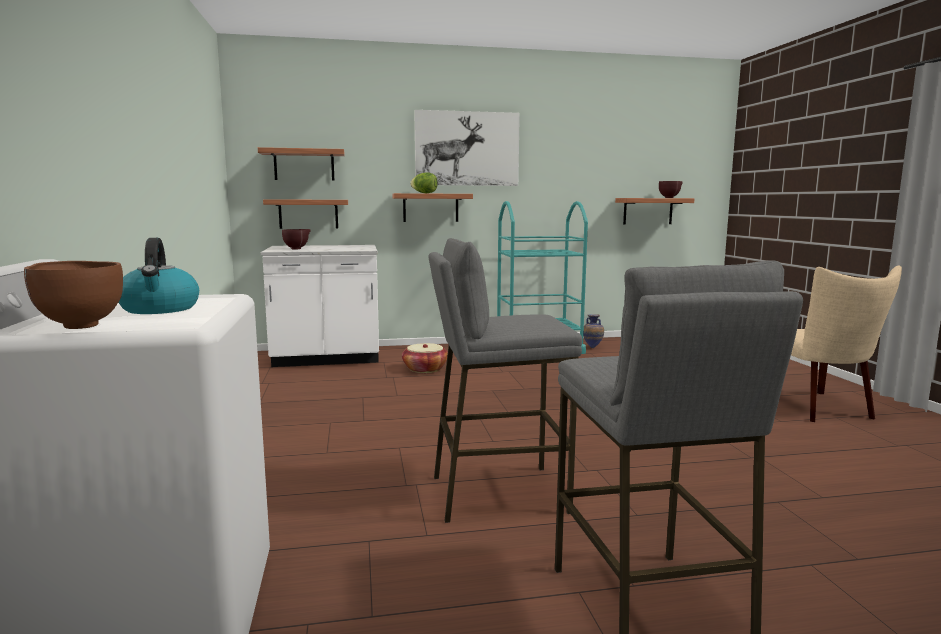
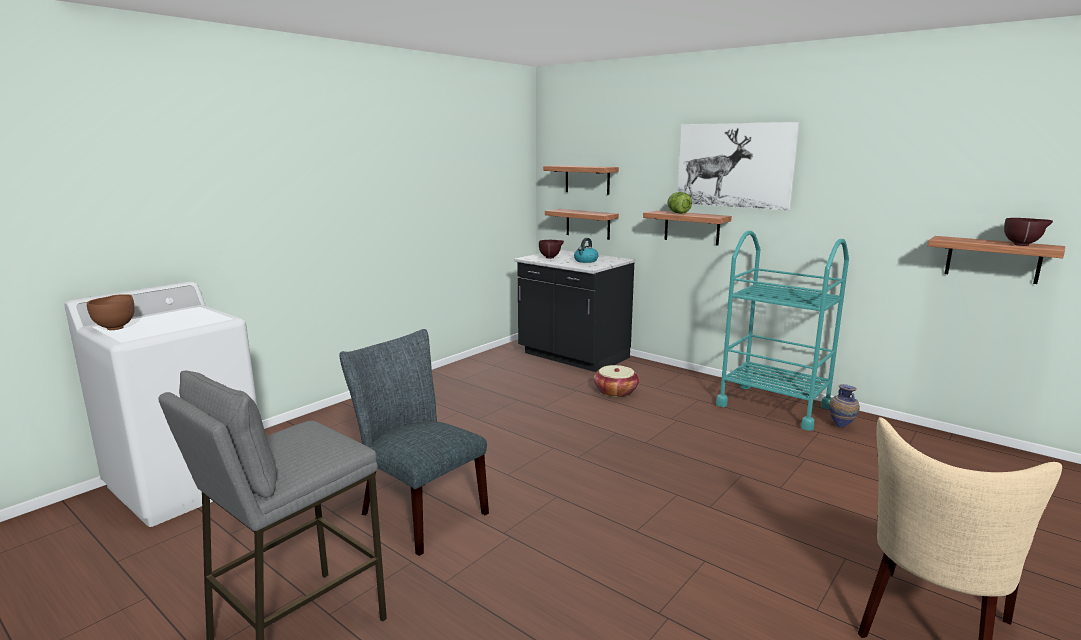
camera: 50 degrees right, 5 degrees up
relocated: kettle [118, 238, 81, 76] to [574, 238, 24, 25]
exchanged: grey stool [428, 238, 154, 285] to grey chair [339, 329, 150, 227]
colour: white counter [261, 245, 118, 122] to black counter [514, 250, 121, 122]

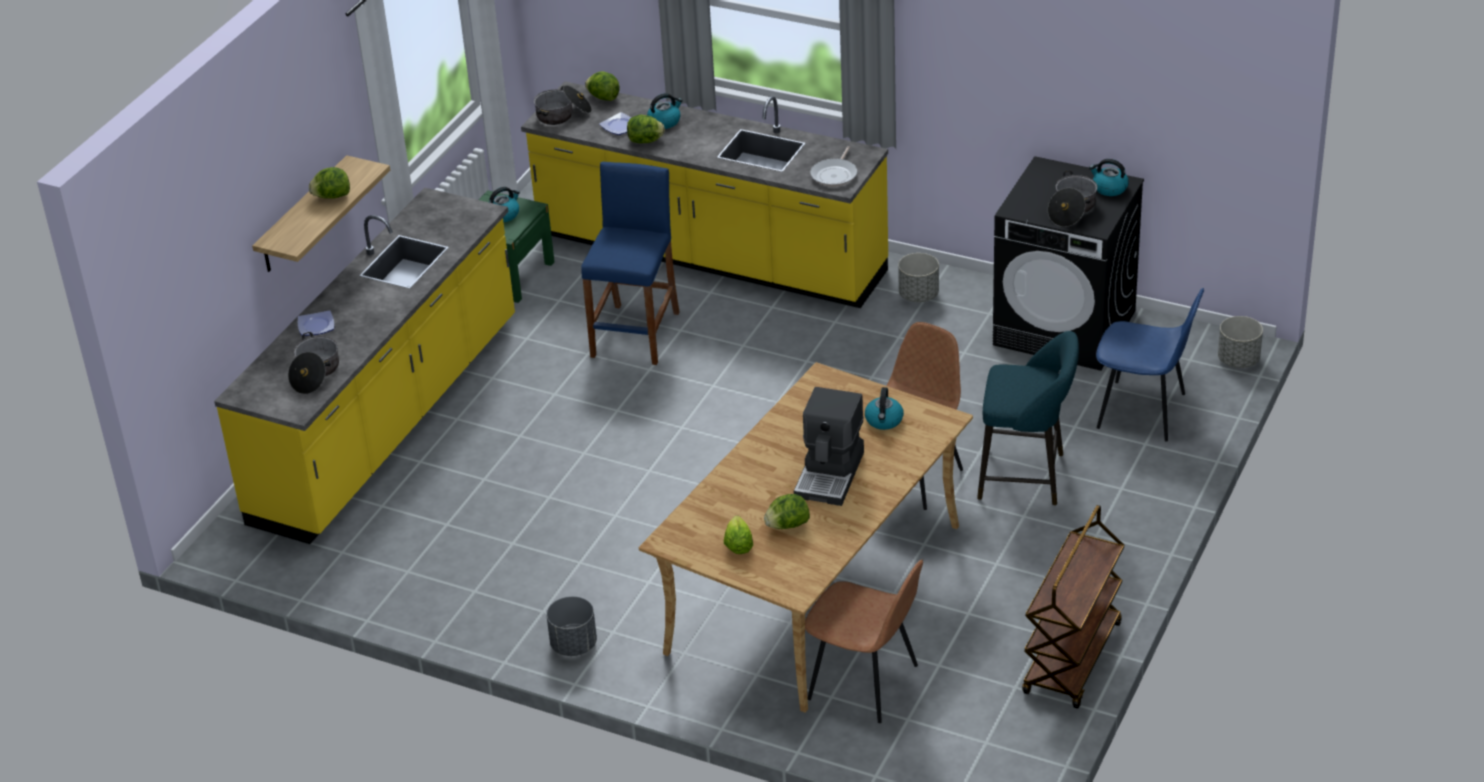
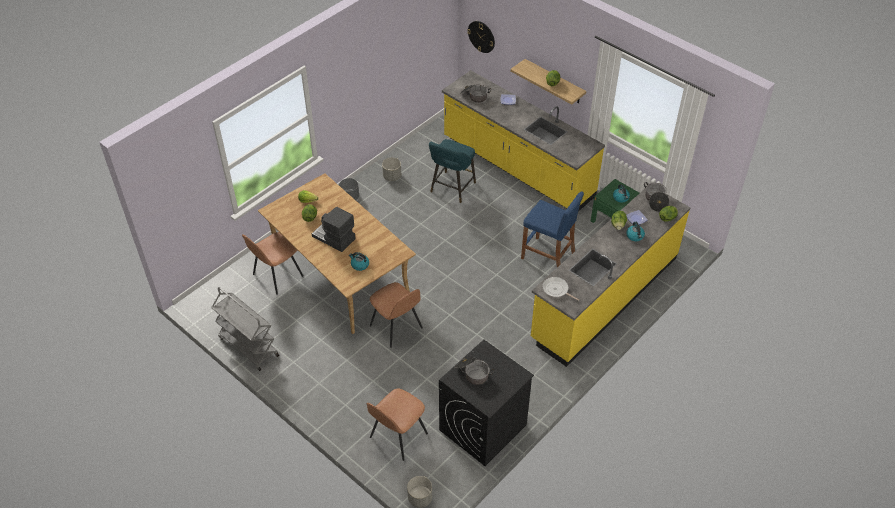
camera: 105 degrees right, 10 degrees up
missing: kettle [1089, 159, 40, 37]
appeared: wall clock [467, 21, 28, 32]
relocated: grey planter [898, 253, 41, 49] to [382, 157, 19, 24]; turquoise stool [977, 331, 102, 175] to [429, 139, 47, 64]
colour: brown cart [1022, 505, 103, 204] to grey cart [211, 287, 68, 84]; blue chair [1096, 288, 108, 154] to brown chair [367, 388, 61, 73]

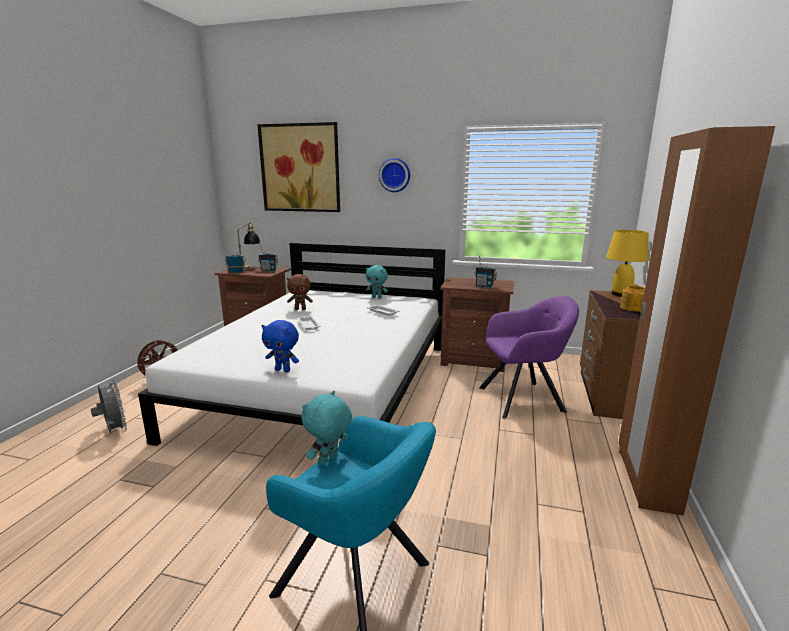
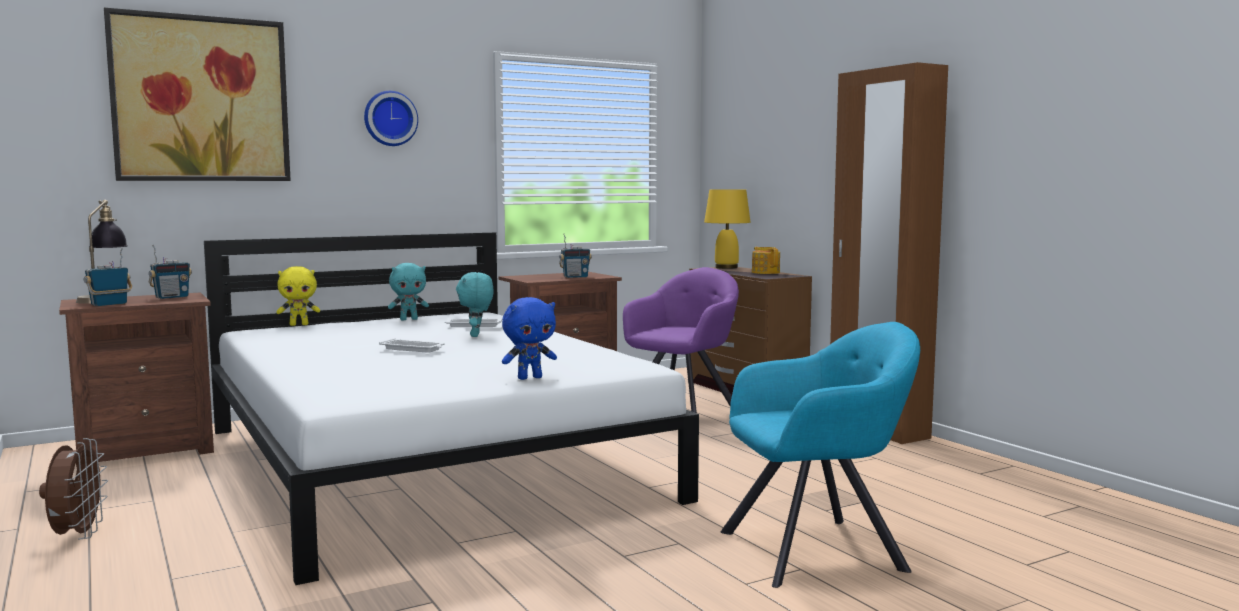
camera: 45 degrees left, 10 degrees down
missing: grey fan [91, 379, 36, 54]; brown plush toy [287, 274, 26, 36]
appeared: yellow plush toy [276, 266, 44, 60]
relocated: turquoise plush toy [301, 391, 51, 74] to [456, 272, 38, 65]

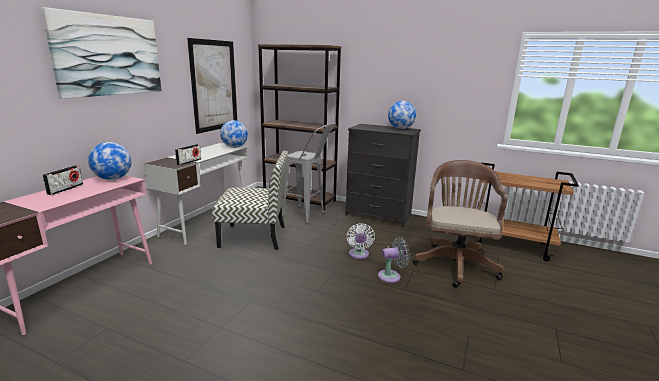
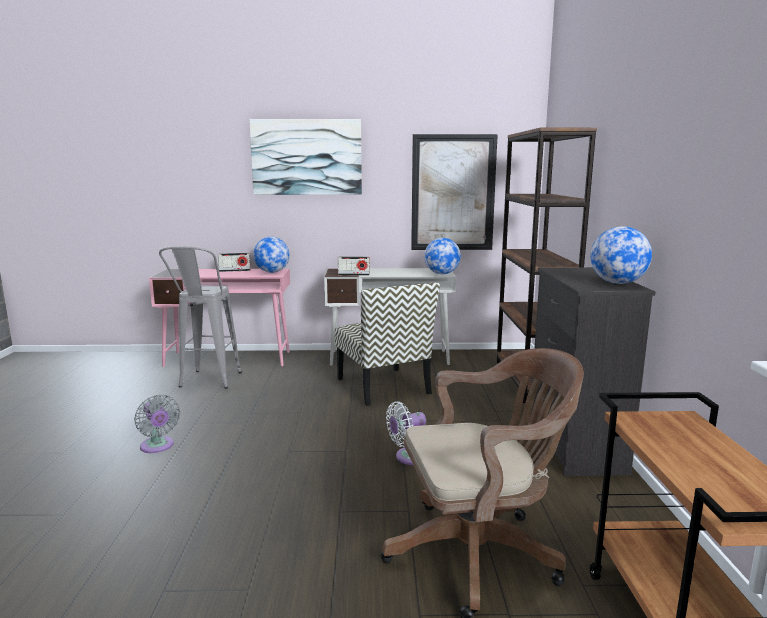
camera: 65 degrees right, 5 degrees down
relocated: grey fan [378, 237, 32, 46] to [134, 394, 46, 59]; grey stool [282, 123, 53, 101] to [159, 246, 83, 143]

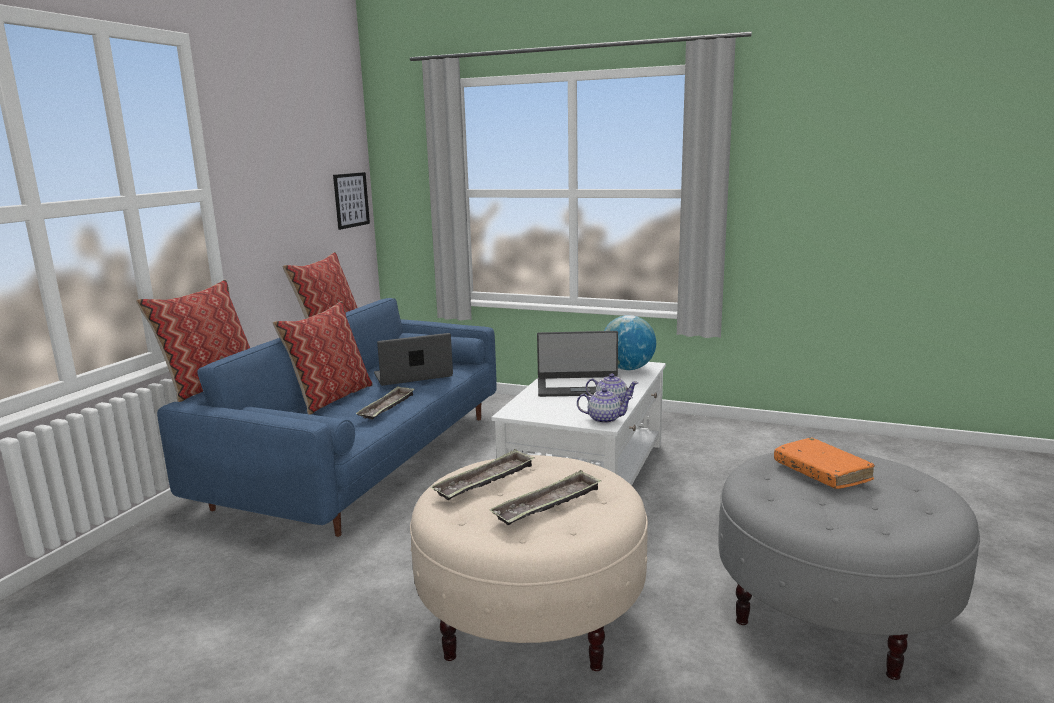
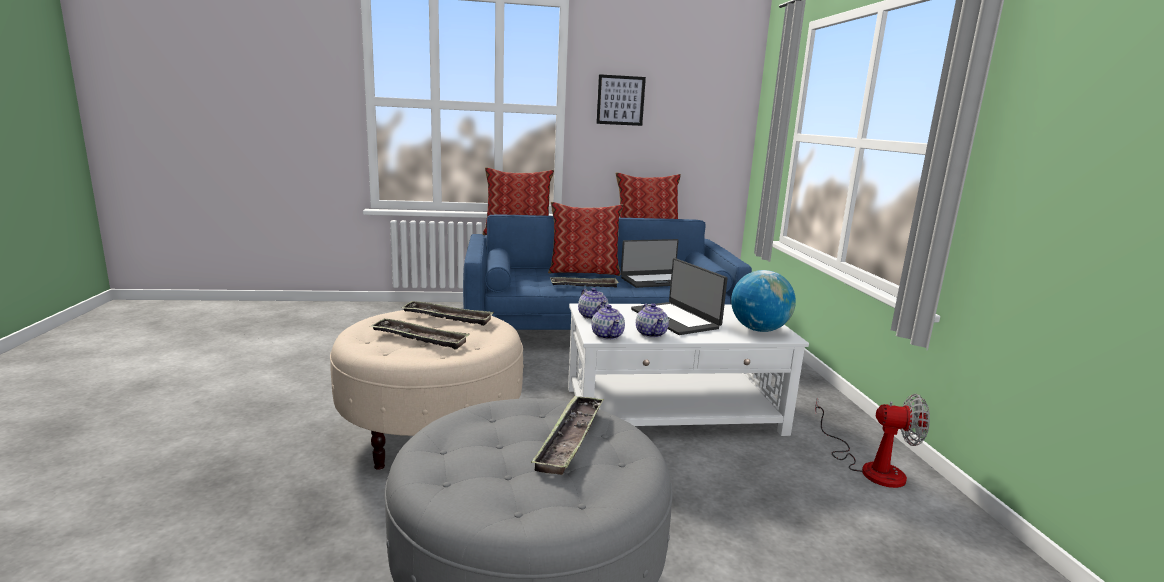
camera: 60 degrees right, 0 degrees up
appeared: teapot [578, 288, 31, 32]; fan [815, 394, 115, 94]
relocated: picture [333, 172, 37, 58] to [596, 74, 50, 52]
exchanged: orange book [774, 438, 101, 51] to tray [531, 395, 73, 80]
spun: laptop [374, 333, 79, 53] = [621, 239, 58, 49] 120 degrees clockwise

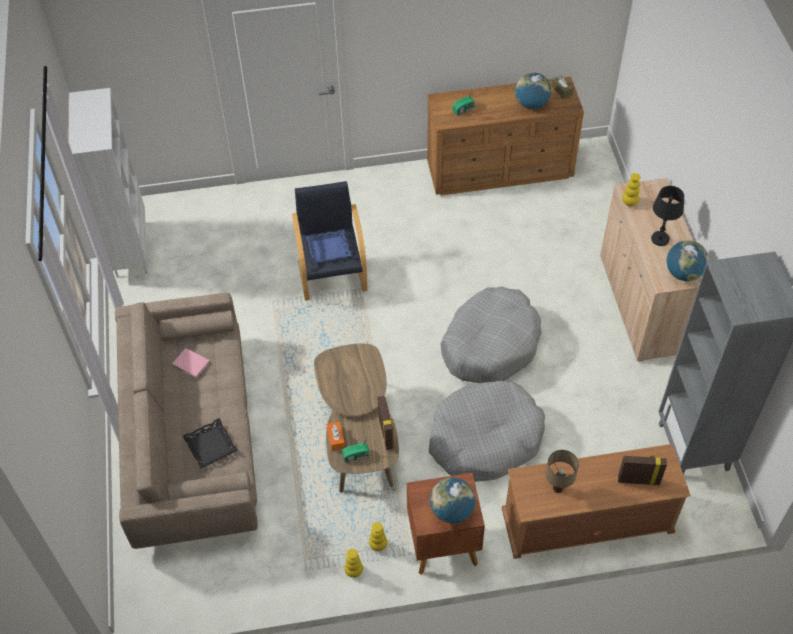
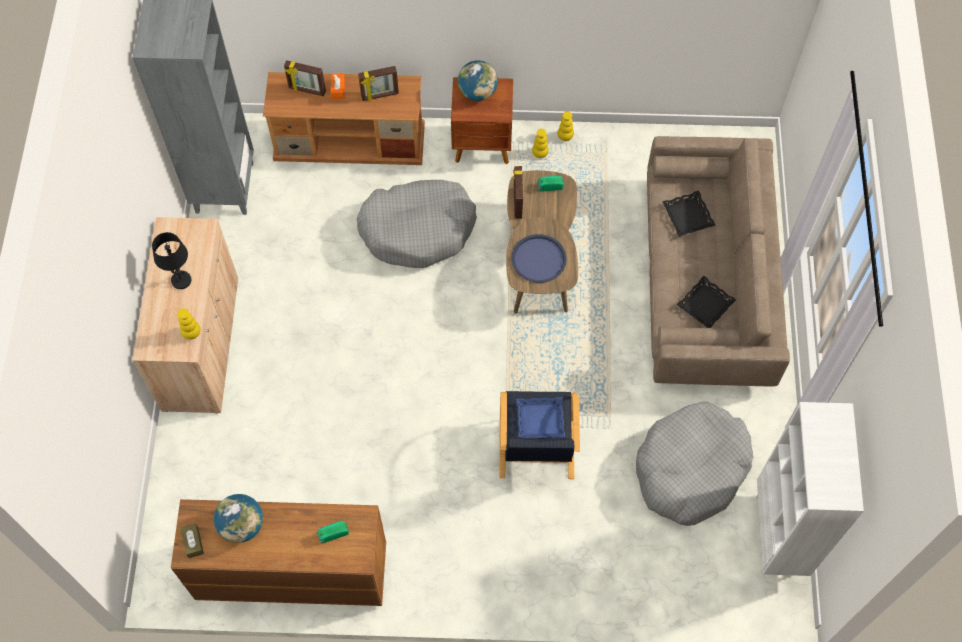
camera: 170 degrees left, 10 degrees up
missing: globe [667, 240, 42, 41]
appeared: blue tray [511, 234, 56, 49]
relocated: orange tissue box [327, 422, 18, 29] to [331, 73, 14, 26]; grey dog bed [441, 287, 101, 96] to [636, 402, 118, 124]
exchanged: table lamp [546, 450, 33, 43] to picture frame [358, 66, 41, 35]; pink book [172, 348, 38, 31] to black tray [677, 276, 59, 52]

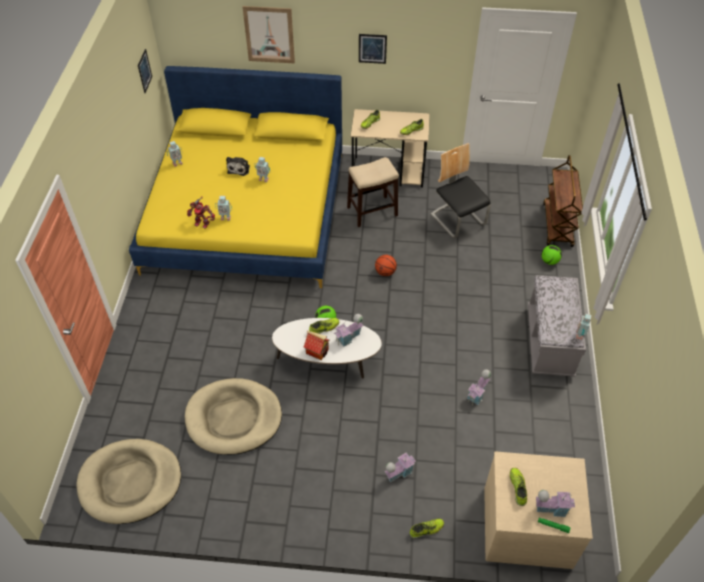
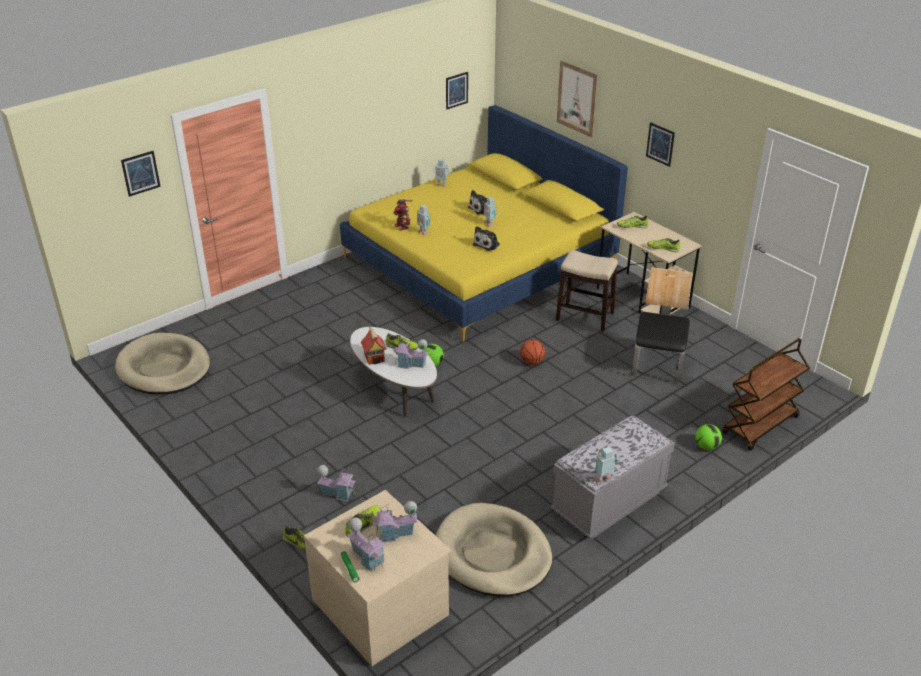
camera: 45 degrees right, 15 degrees down
appeared: picture [121, 151, 40, 46]; plush toy [473, 226, 27, 25]
relocated: toy house [467, 369, 24, 37] to [373, 501, 44, 42]; beige dog bed [185, 378, 97, 77] to [435, 503, 117, 93]

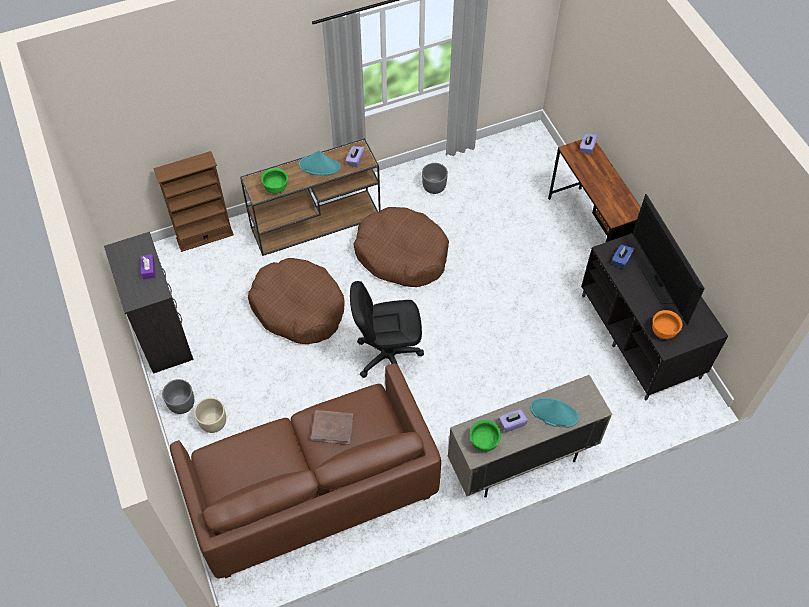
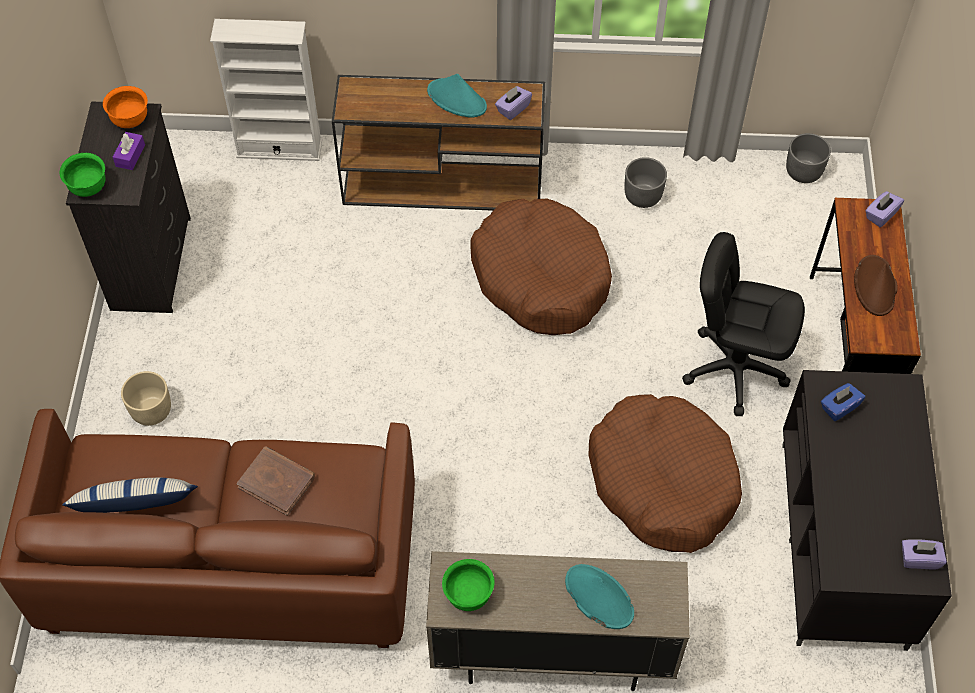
camera: 25 degrees right, 0 degrees up
missing: television [633, 194, 72, 131]
appeared: pillow [62, 478, 136, 35]; brown hat [854, 255, 43, 61]
relocated: green bowl [261, 168, 27, 26] to [60, 153, 46, 44]; orange bowl [652, 310, 31, 29] to [103, 86, 45, 42]; brown dog bed [248, 258, 96, 86] to [589, 394, 153, 159]; black office chair [350, 281, 74, 97] to [682, 232, 123, 184]; grey planter [162, 379, 32, 35] to [786, 133, 45, 50]; purple tissue box [499, 409, 29, 23] to [902, 539, 45, 30]
colour: brown bookcase [153, 151, 81, 101] to white bookcase [210, 19, 112, 142]

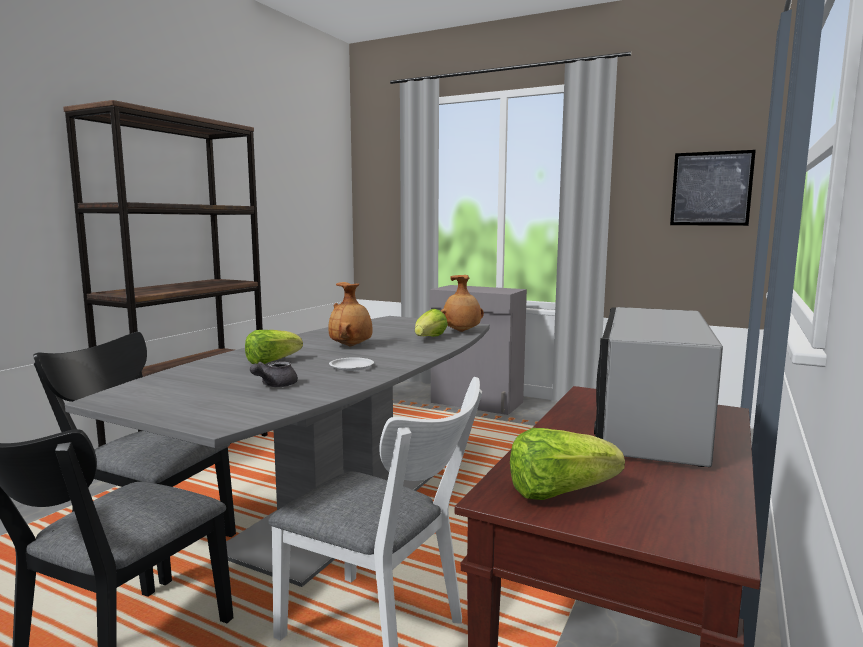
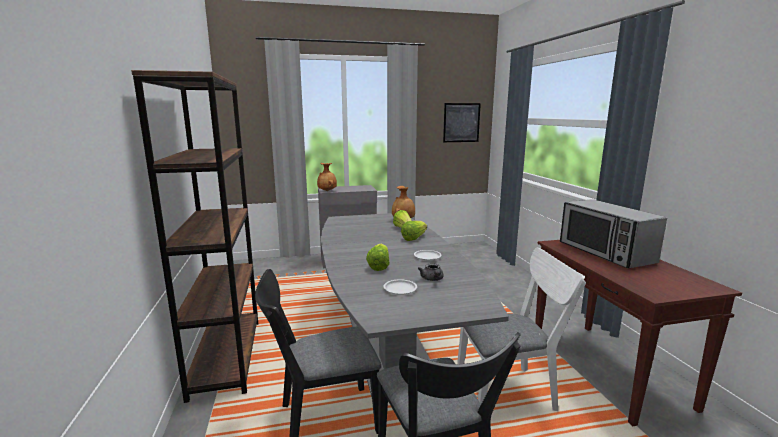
camera: 40 degrees left, 5 degrees up
appeared: white plate [384, 279, 33, 16]
relocated: brown vase [328, 282, 45, 65] to [317, 163, 20, 28]; lettuce [510, 428, 115, 72] to [401, 221, 26, 20]

